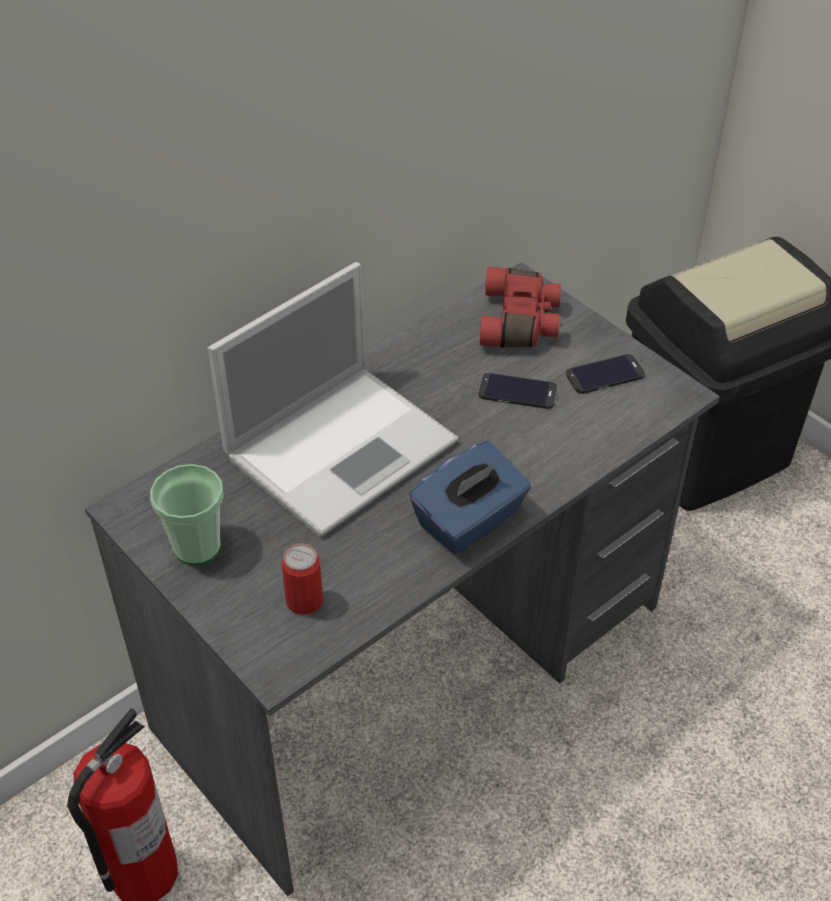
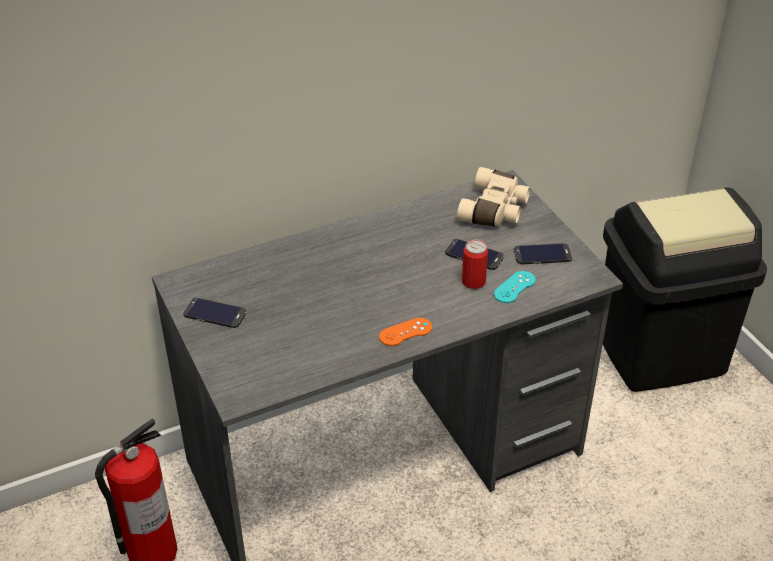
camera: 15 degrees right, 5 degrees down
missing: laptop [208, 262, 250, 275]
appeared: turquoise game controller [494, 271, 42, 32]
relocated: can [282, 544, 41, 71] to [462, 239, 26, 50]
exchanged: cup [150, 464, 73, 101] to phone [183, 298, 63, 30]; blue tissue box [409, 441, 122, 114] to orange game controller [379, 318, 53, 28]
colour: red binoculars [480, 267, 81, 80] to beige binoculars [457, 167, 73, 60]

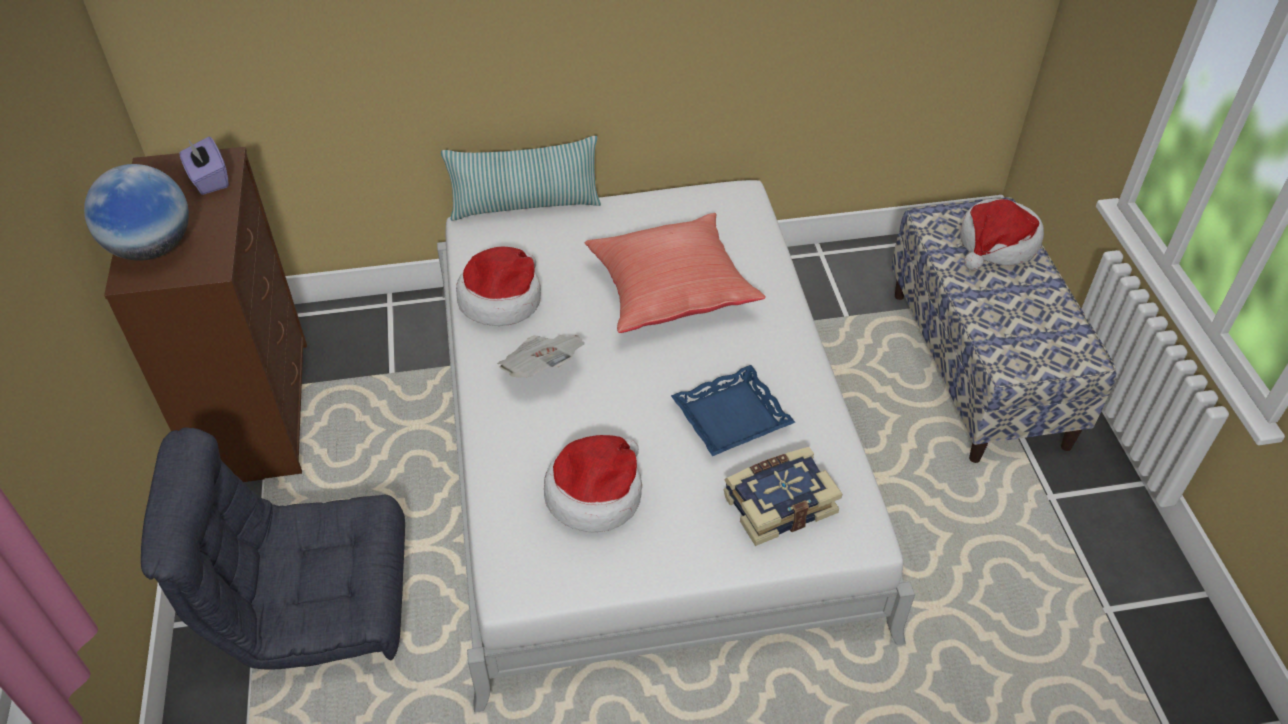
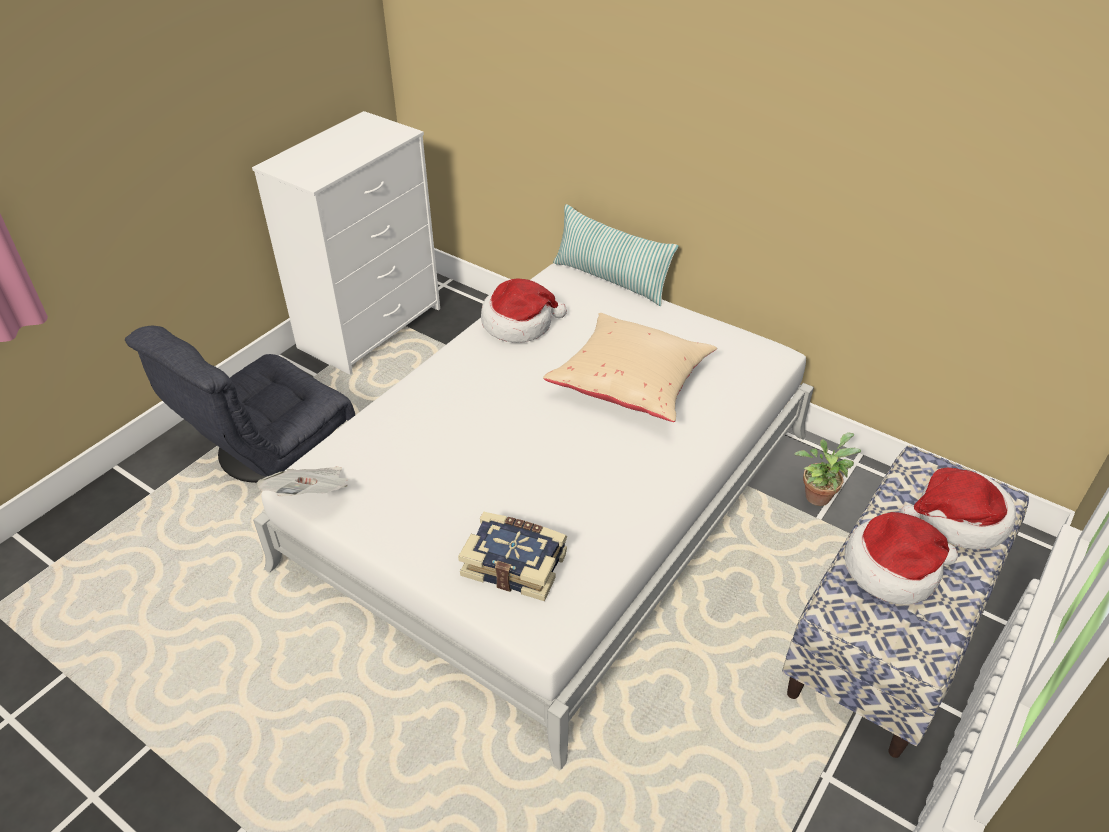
camera: 45 degrees right, 5 degrees down
missing: globe [84, 164, 105, 97]; purple tissue box [179, 137, 50, 58]; blue tray [671, 365, 124, 91]
appeared: potted plant [794, 433, 67, 73]
relocated: newspaper [497, 335, 88, 43] to [257, 466, 91, 30]; hat [544, 435, 98, 97] to [844, 512, 114, 93]
colour: brown dresser [104, 147, 203, 335] to white dresser [252, 111, 188, 264]; red pillow [585, 213, 181, 120] to beige pillow [543, 313, 174, 109]
spun: grey armchair [141, 427, 264, 242] = [125, 325, 230, 158] 90 degrees counterclockwise

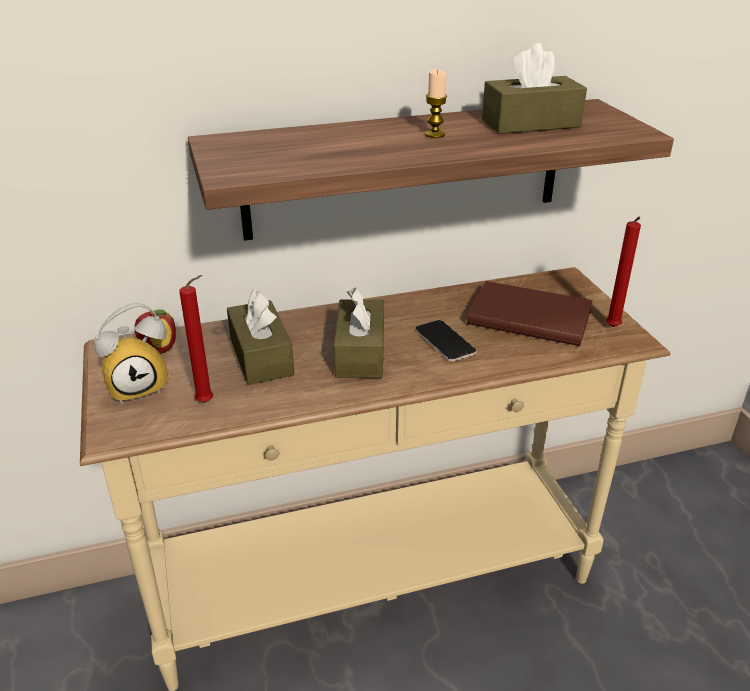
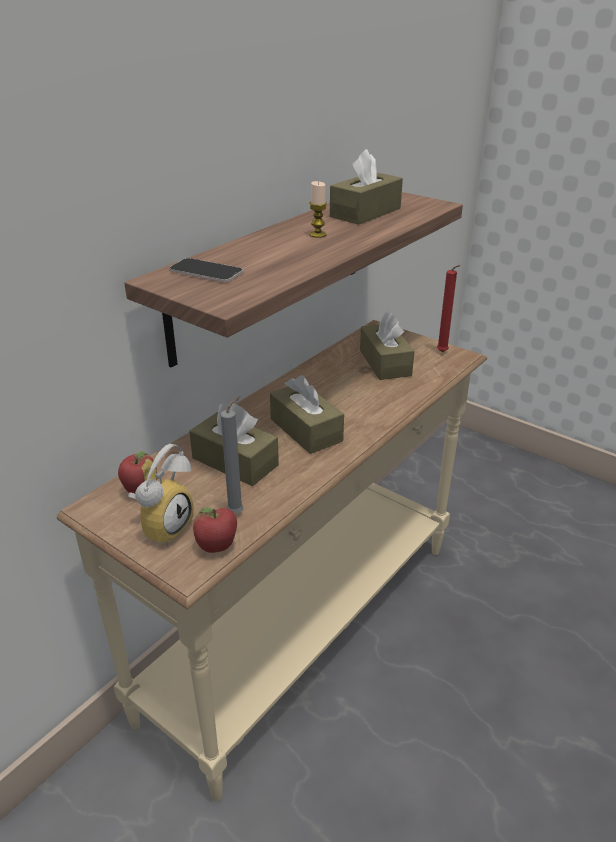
camera: 35 degrees left, 0 degrees up
appeared: apple [193, 507, 44, 46]
relocated: phone [415, 320, 62, 42] to [169, 258, 74, 24]
exchanged: brown book [467, 281, 126, 65] to brown tissue box [360, 312, 54, 68]
colour: red candle [179, 275, 34, 127] to grey candle [221, 396, 22, 118]

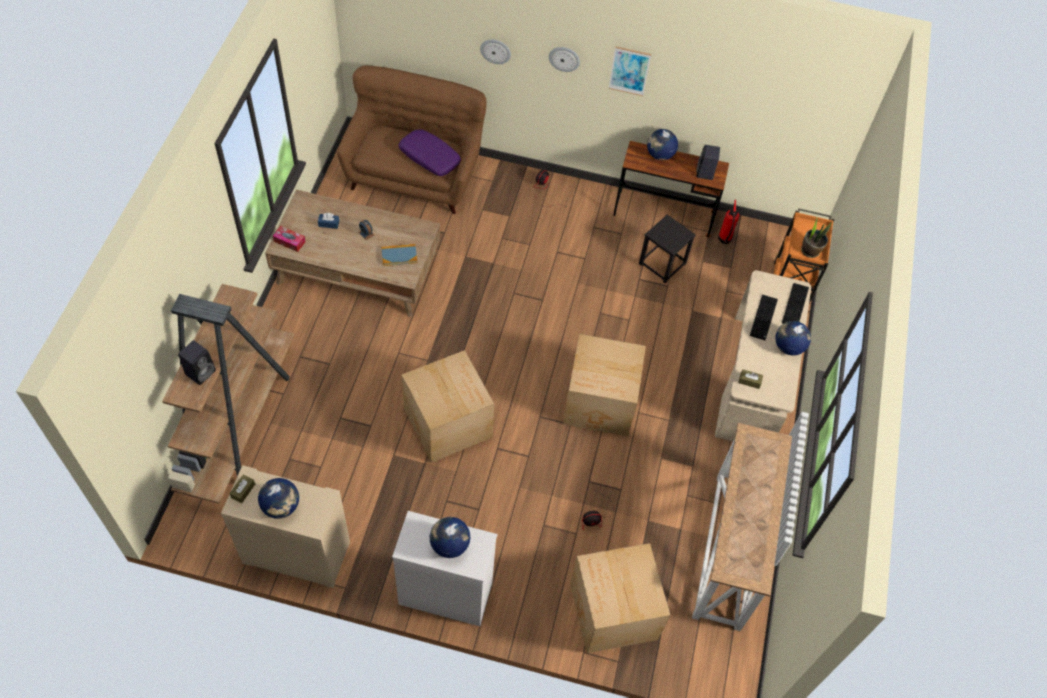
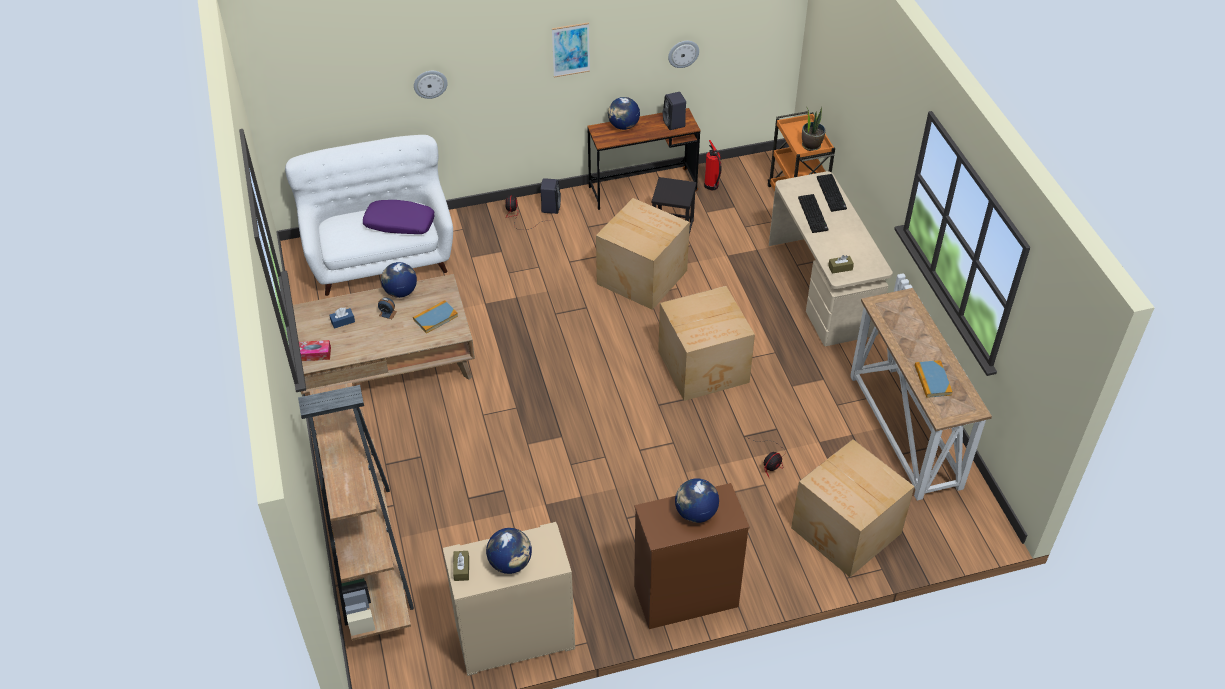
camera: 25 degrees left, 10 degrees down
appeared: book [915, 360, 38, 38]
relocated: globe [775, 321, 36, 34] to [381, 262, 36, 36]; black speaker [178, 340, 38, 45] to [540, 178, 21, 36]; cardboard box [402, 350, 93, 113] to [596, 198, 94, 112]; wall clock [549, 47, 31, 25] to [668, 41, 31, 27]
colour: brown sofa [337, 66, 149, 148] to white sofa [285, 135, 168, 161]; white dresser [392, 511, 105, 115] to brown dresser [634, 483, 116, 146]

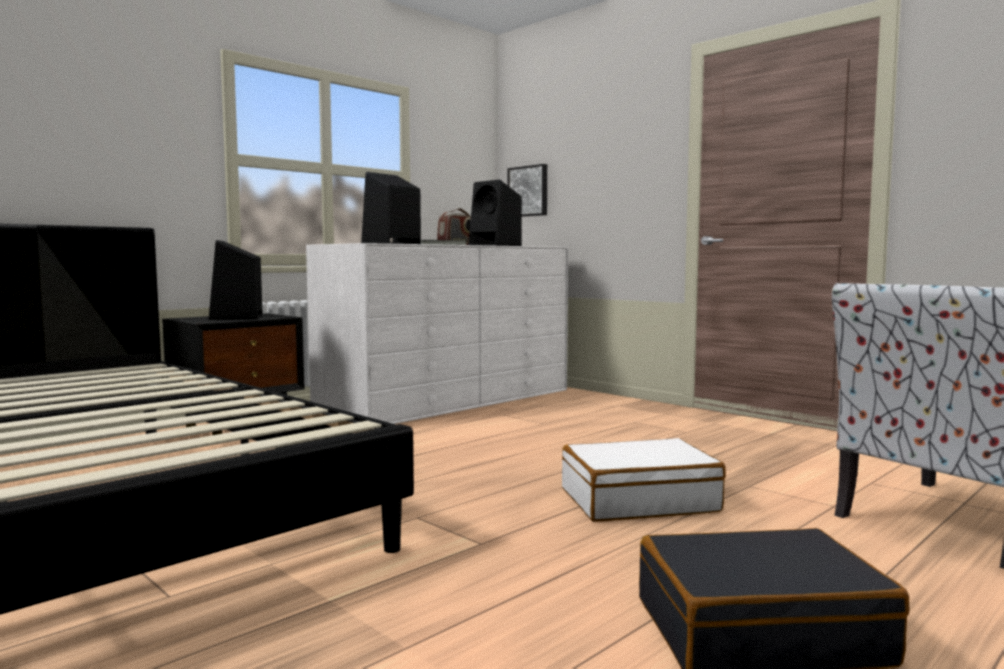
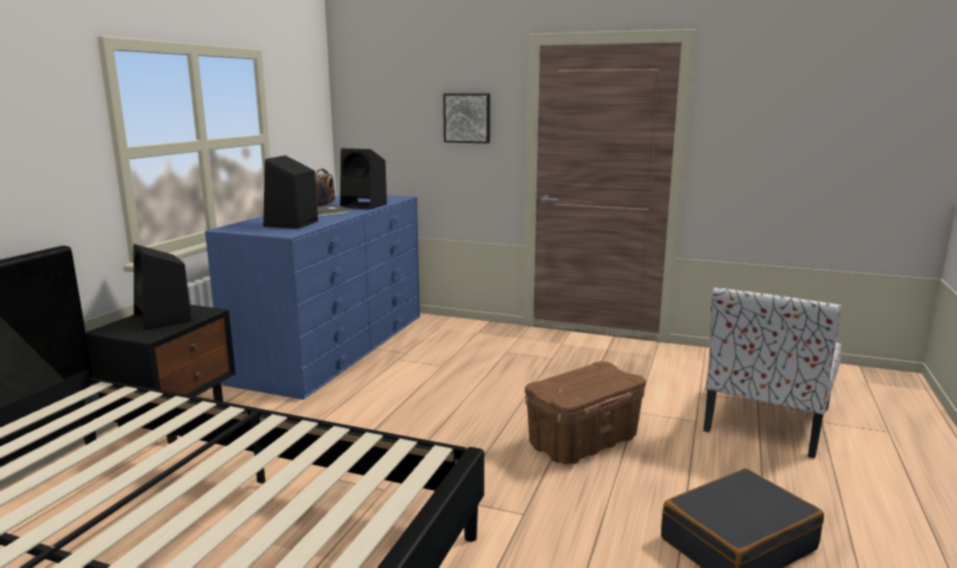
camera: 25 degrees left, 10 degrees up
relocated: picture [508, 164, 39, 53] to [443, 93, 47, 50]
exchanged: white suitcase [562, 438, 164, 84] to brown storage box [525, 361, 121, 103]
colour: white dresser [306, 243, 262, 181] to blue dresser [205, 195, 215, 205]

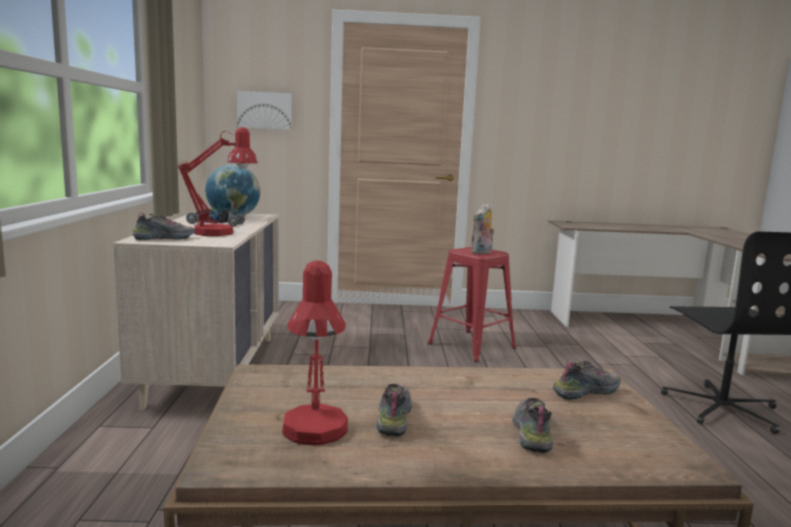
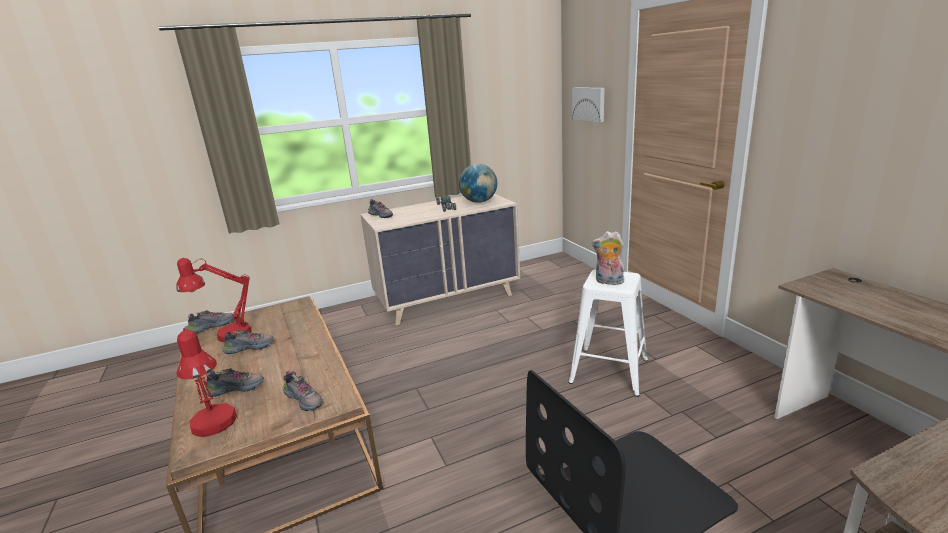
camera: 70 degrees right, 10 degrees up
appeared: shoe [186, 310, 48, 23]
relocated: red table lamp [178, 127, 80, 109] to [176, 328, 61, 109]
colour: red stool [428, 247, 89, 115] to white stool [568, 269, 80, 128]

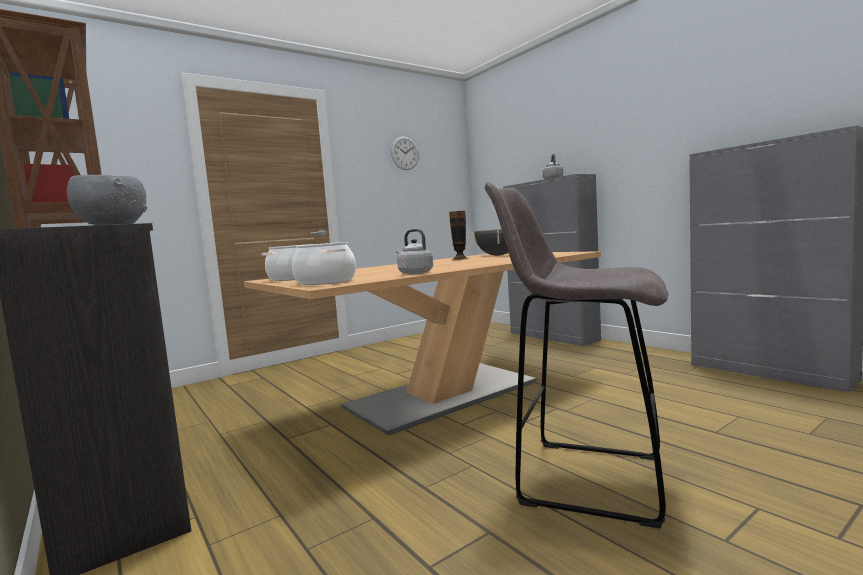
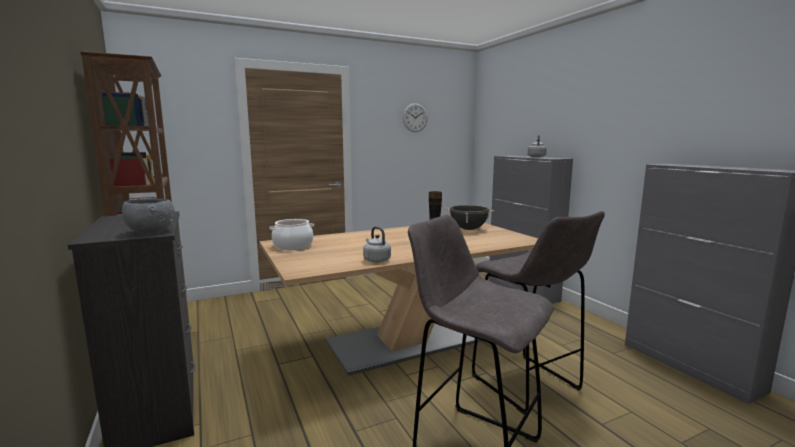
camera: 10 degrees right, 5 degrees up
missing: cooking pot [292, 242, 64, 43]
appeared: grey stool [472, 211, 133, 204]

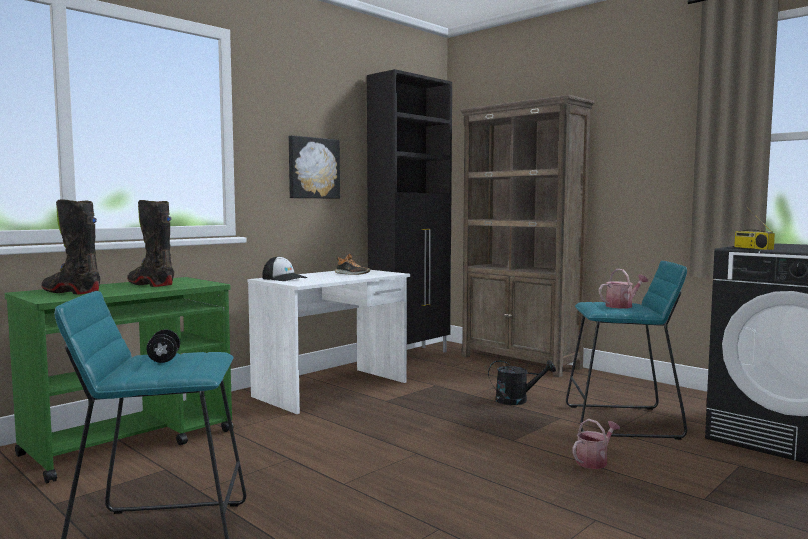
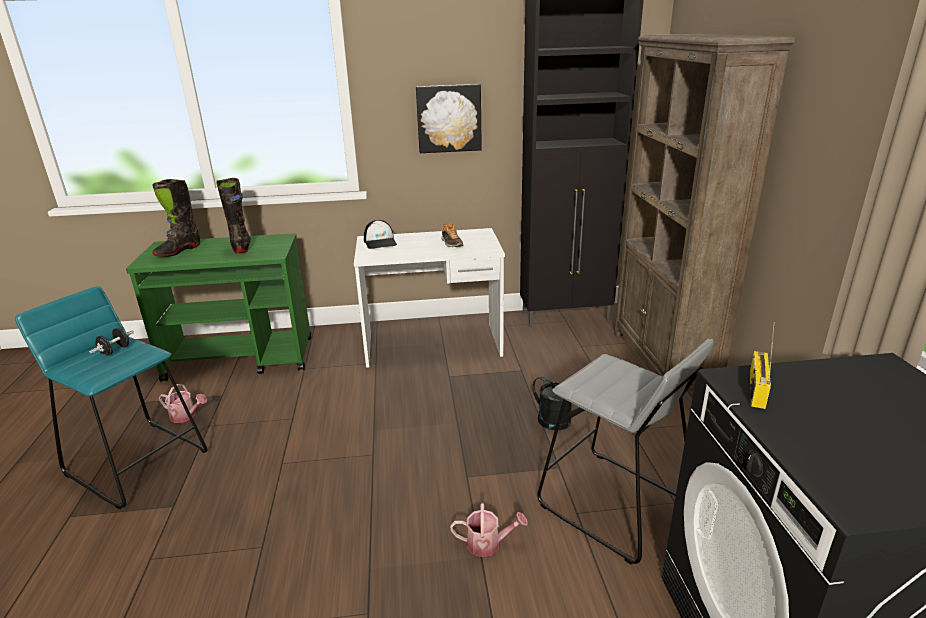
camera: 40 degrees right, 20 degrees up
relocated: watering can [599, 269, 50, 40] to [159, 384, 48, 39]
colour: turquoise stool [566, 261, 121, 179] to grey stool [537, 339, 177, 225]
spun: black boot [41, 199, 59, 95] = [152, 179, 48, 78] 120 degrees counterclockwise

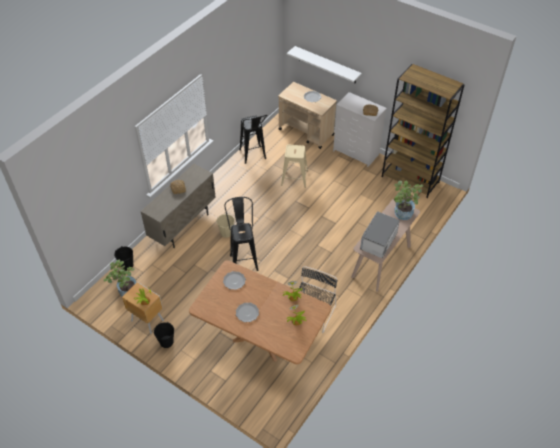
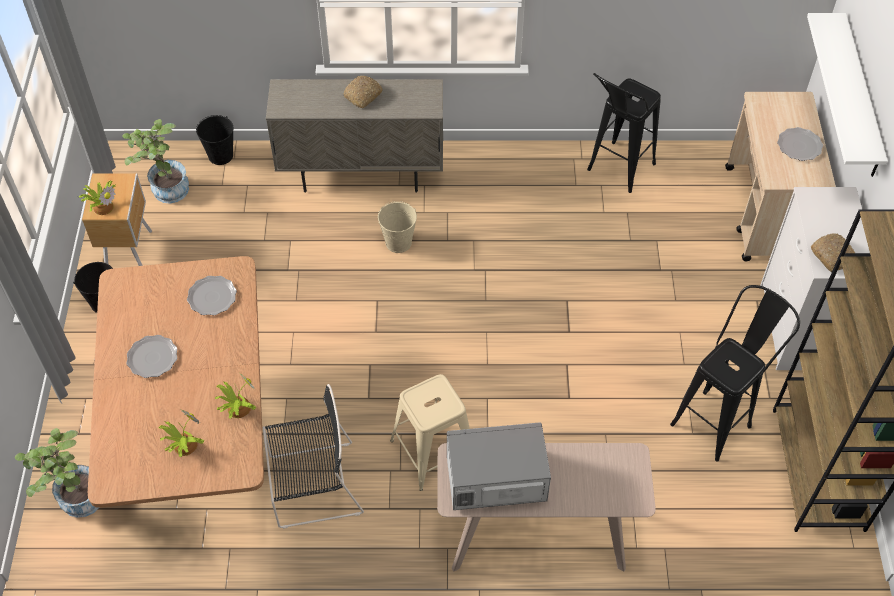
camera: 55 degrees right, 5 degrees up
relocated: potted plant [394, 181, 29, 39] to [15, 428, 84, 90]; beige stool [281, 145, 27, 43] to [390, 374, 80, 117]; black stool [224, 197, 34, 74] to [670, 285, 130, 177]

